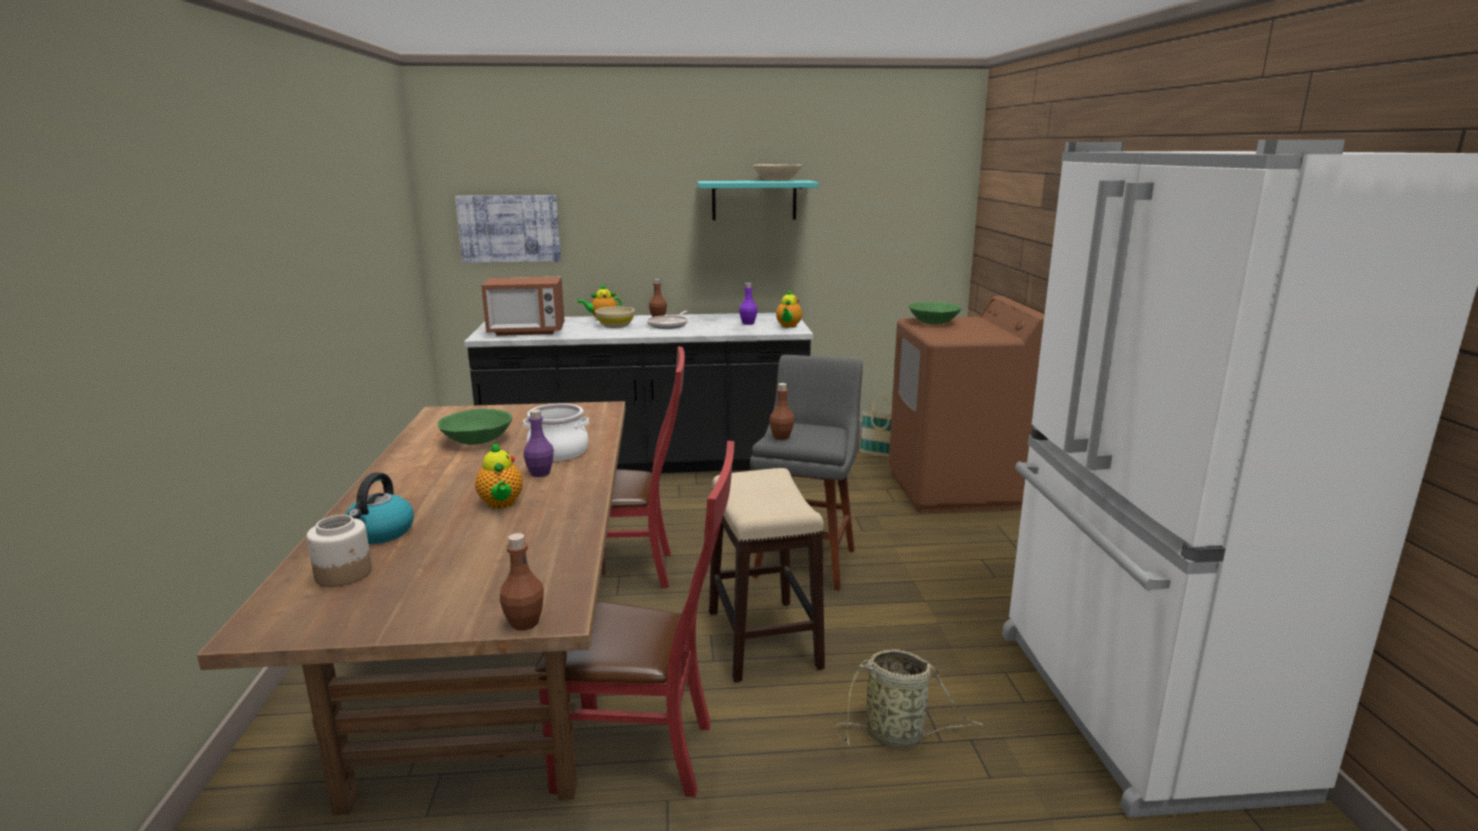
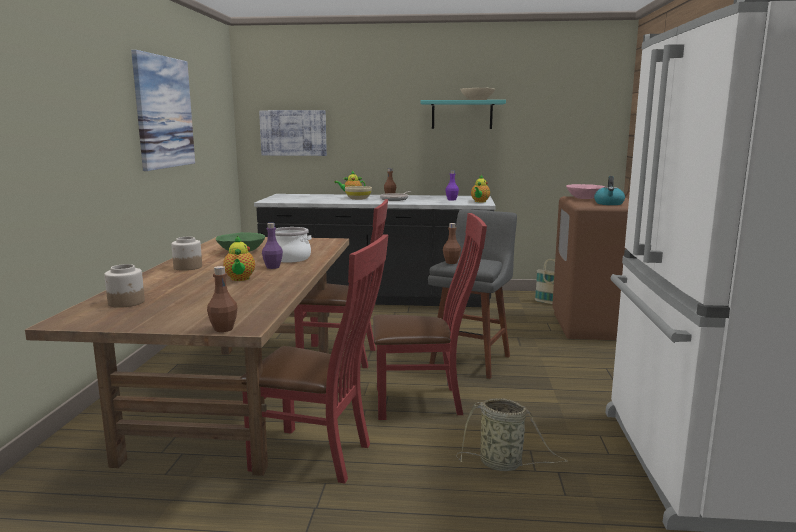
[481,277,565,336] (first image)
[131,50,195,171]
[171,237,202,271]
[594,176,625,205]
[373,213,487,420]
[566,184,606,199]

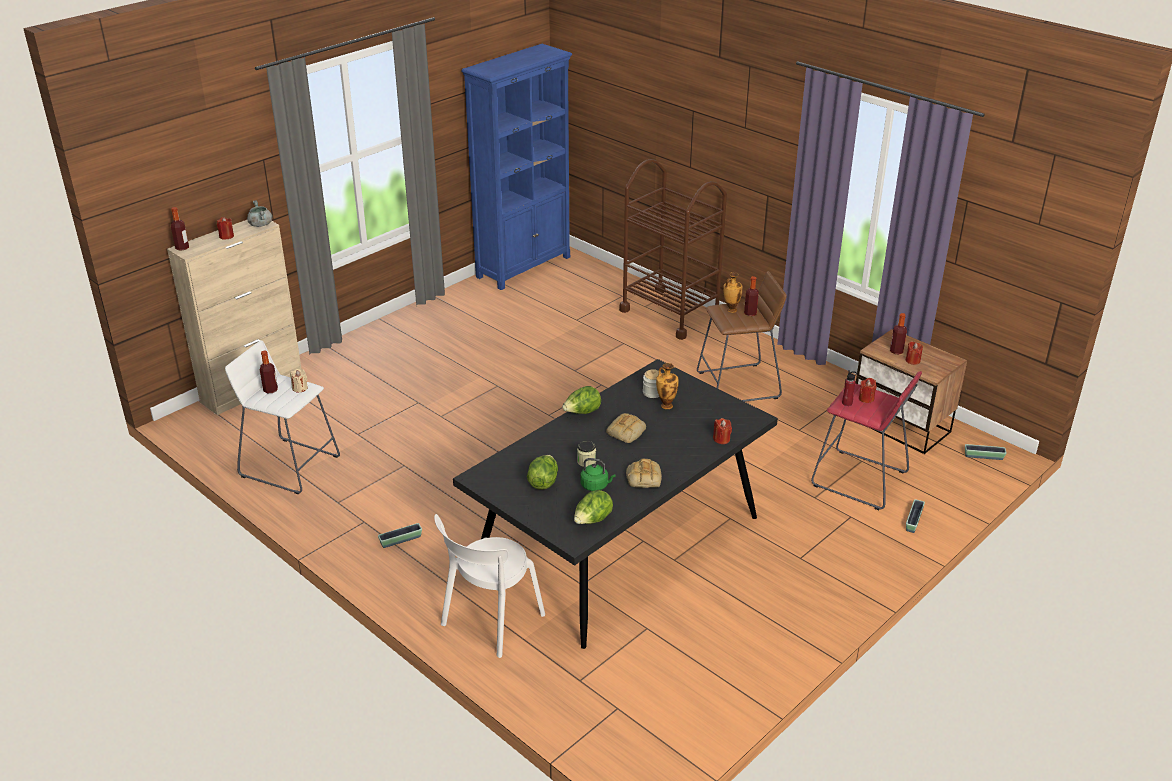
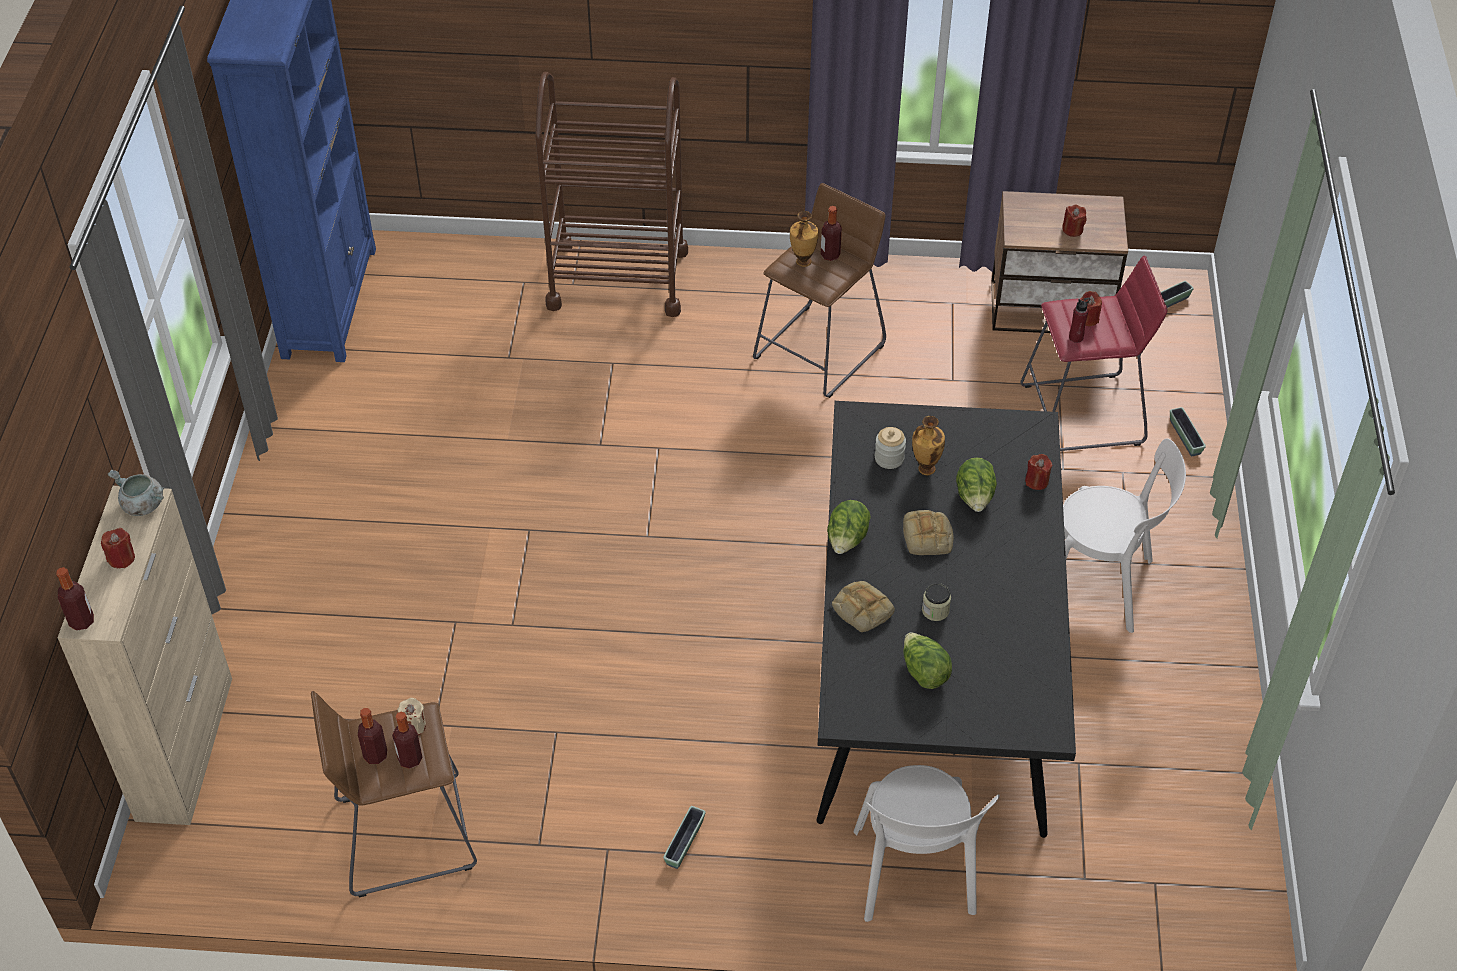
[580,458,616,491] (first image)
[1063,438,1186,633]
[956,458,997,512]
[832,581,895,632]
[392,712,422,769]
[311,691,477,897]

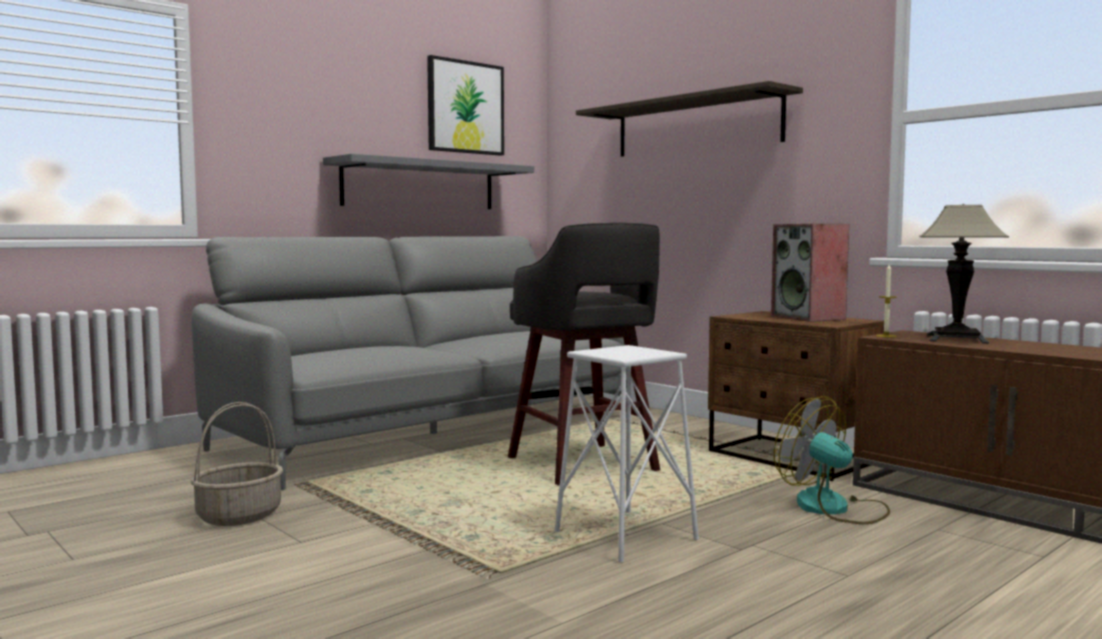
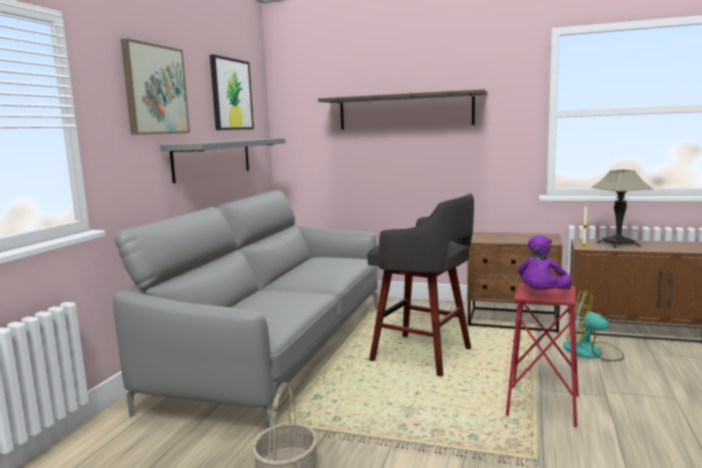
[771,224,849,322] (first image)
[121,38,190,135]
[518,235,571,290]
[506,283,579,428]

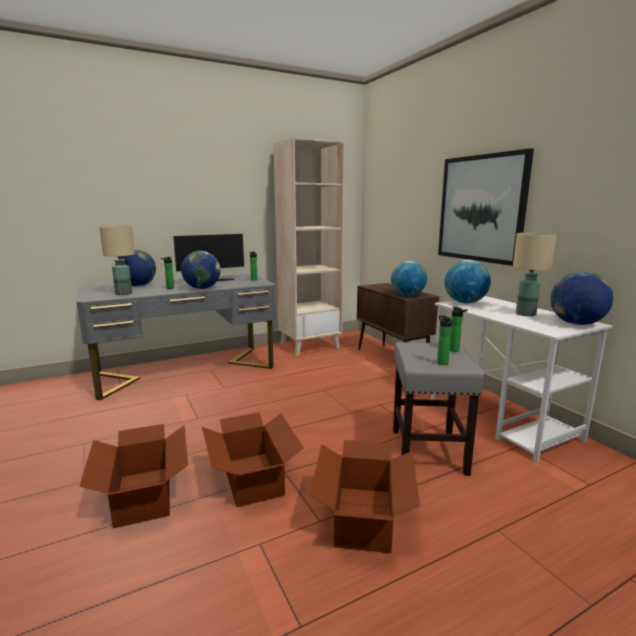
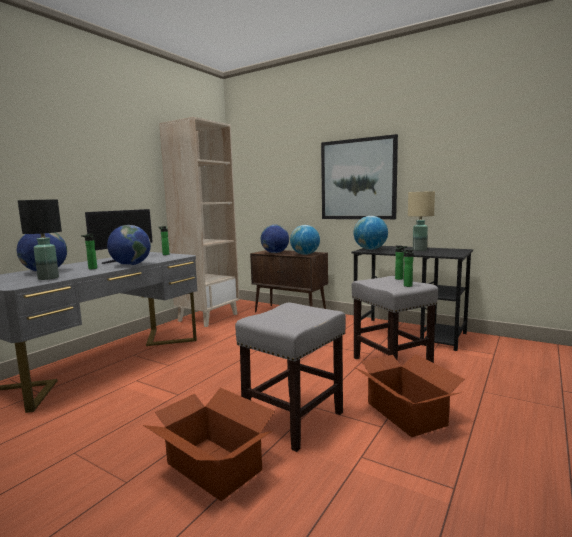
[261,225,289,253]
[235,303,346,452]
[18,199,62,280]
[351,246,473,351]

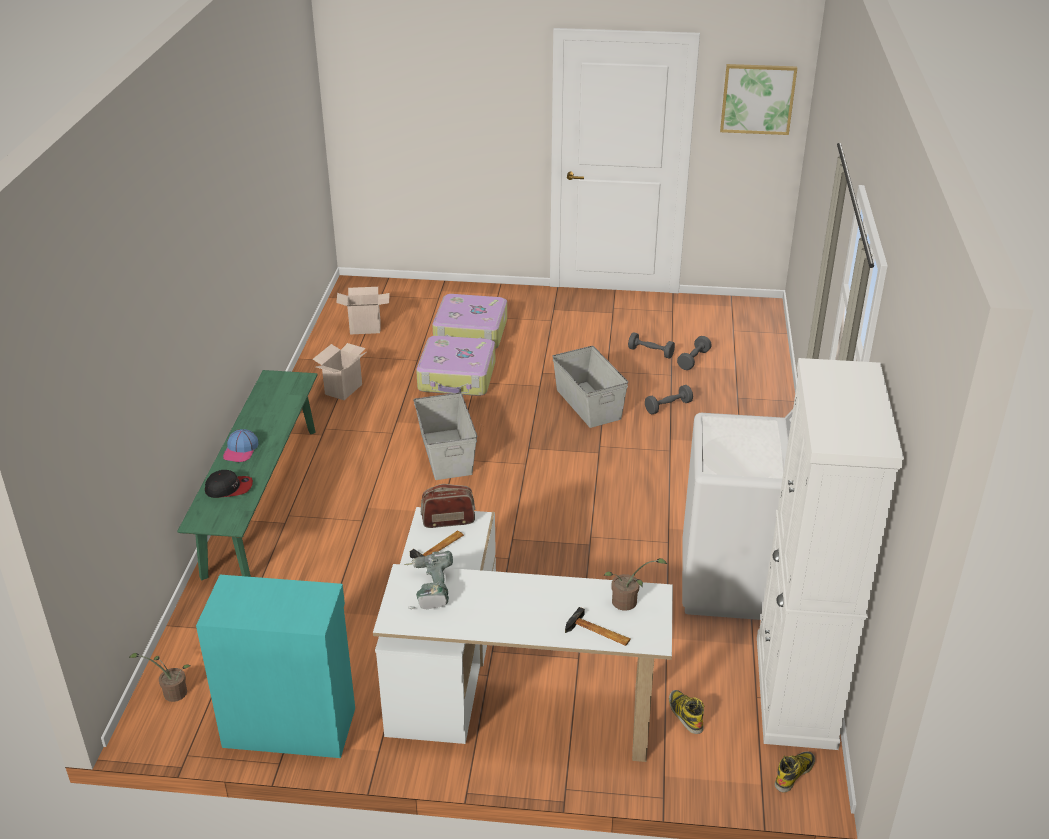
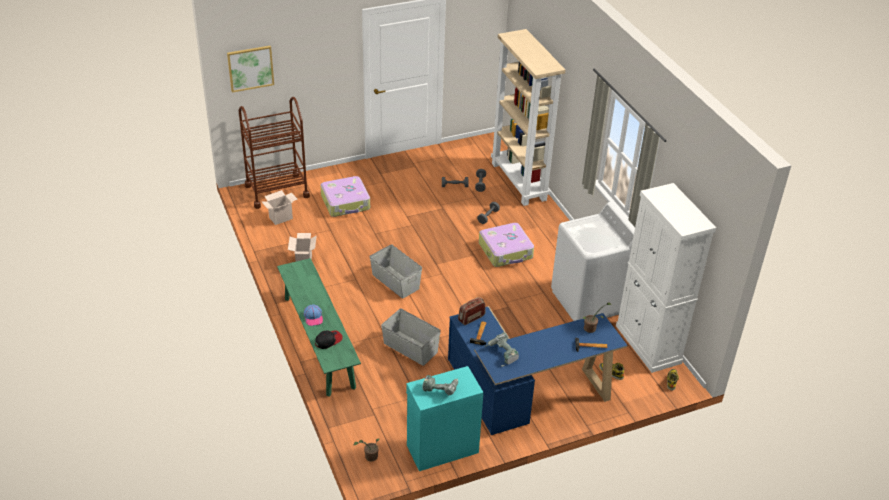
[239,97,310,209]
[422,375,458,395]
[491,29,565,206]
[479,223,534,267]
[381,308,441,366]
[227,46,274,93]
[448,306,628,435]

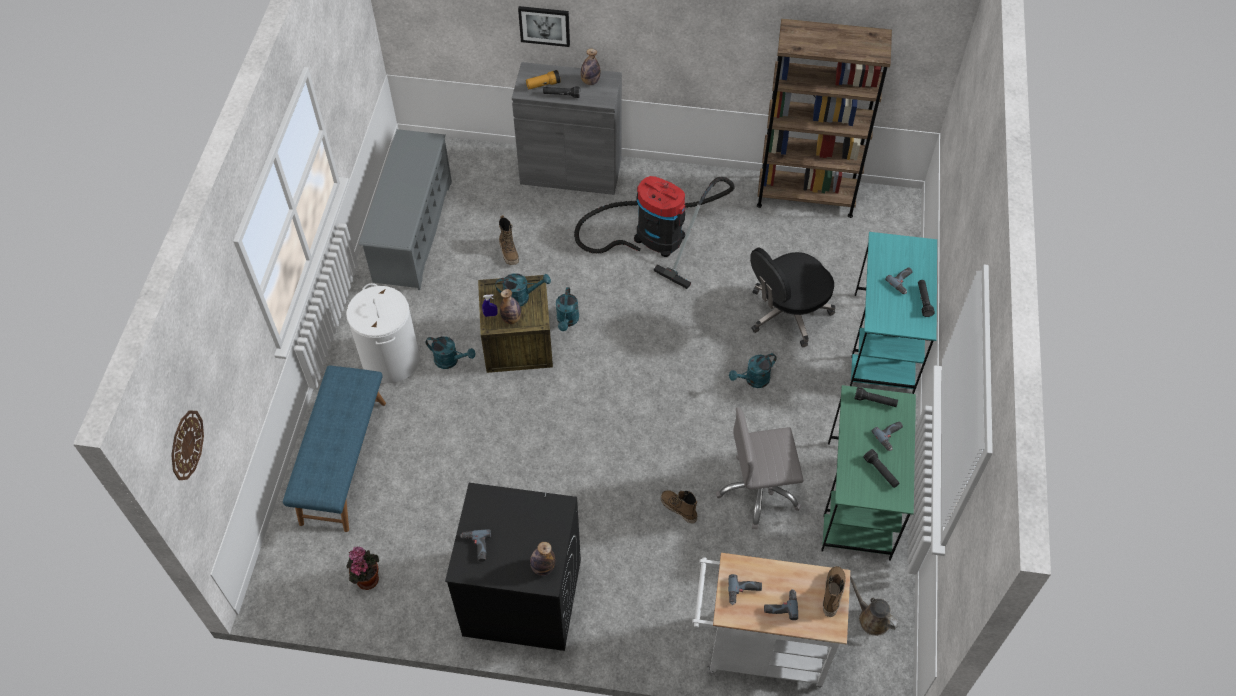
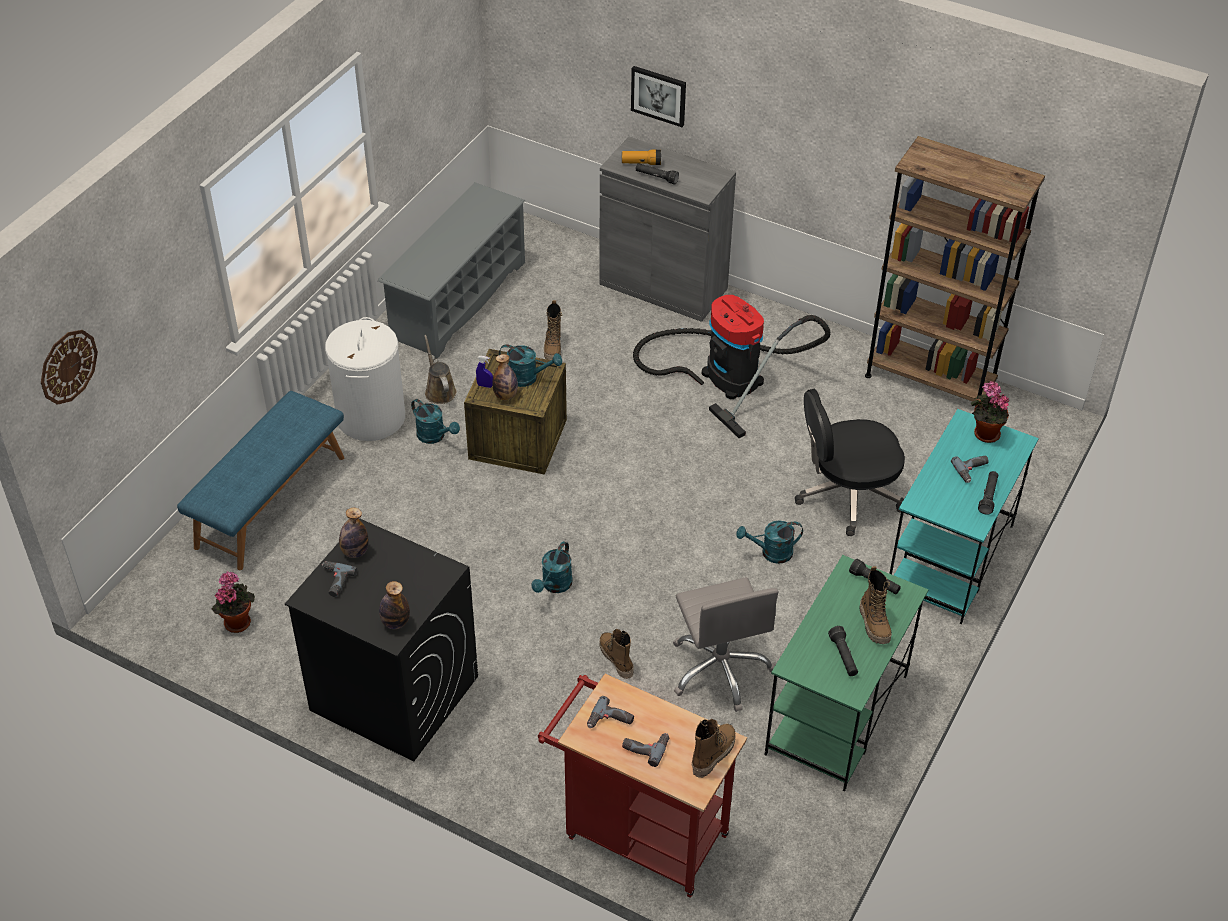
[971,381,1009,443]
[532,541,573,593]
[339,508,368,558]
[424,335,456,404]
[859,566,892,644]
[538,674,747,898]
[673,577,779,712]

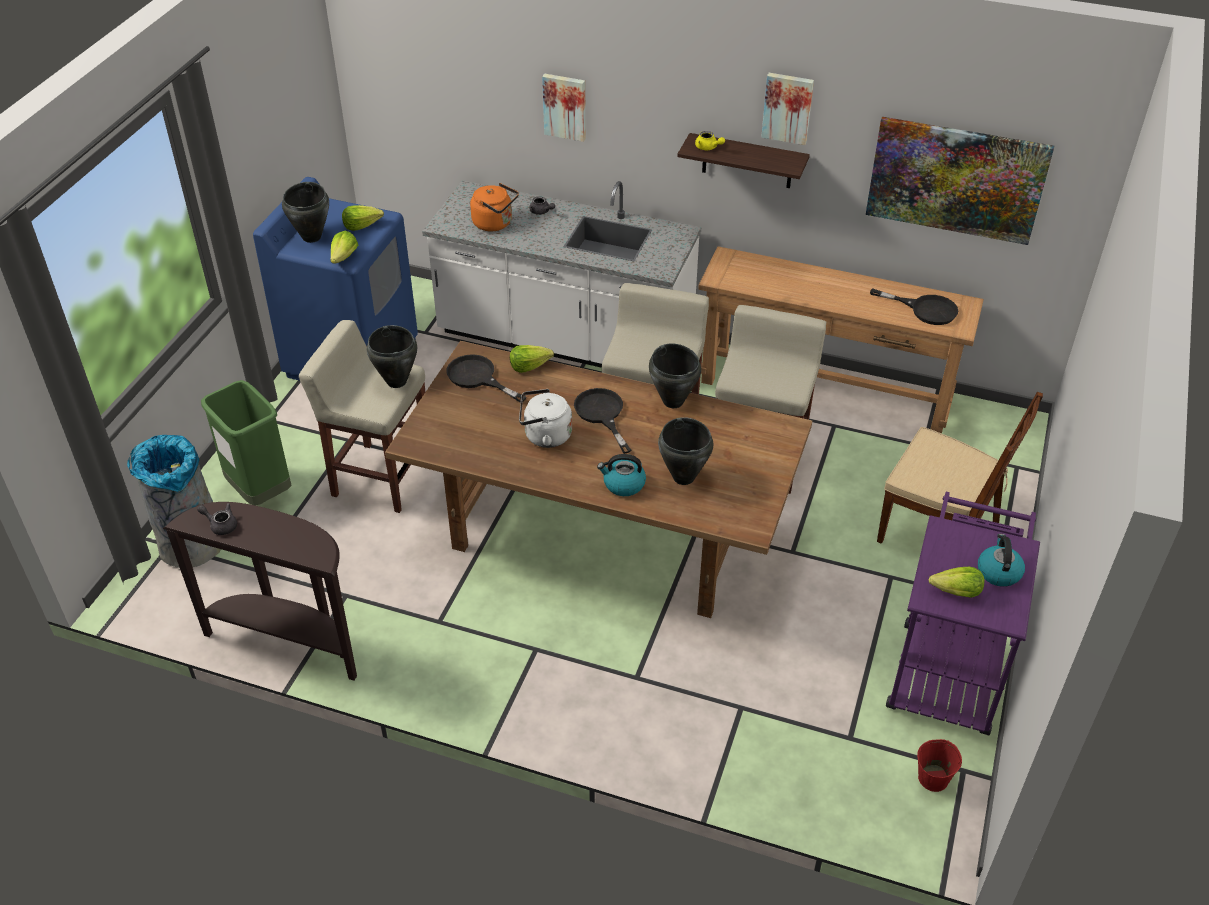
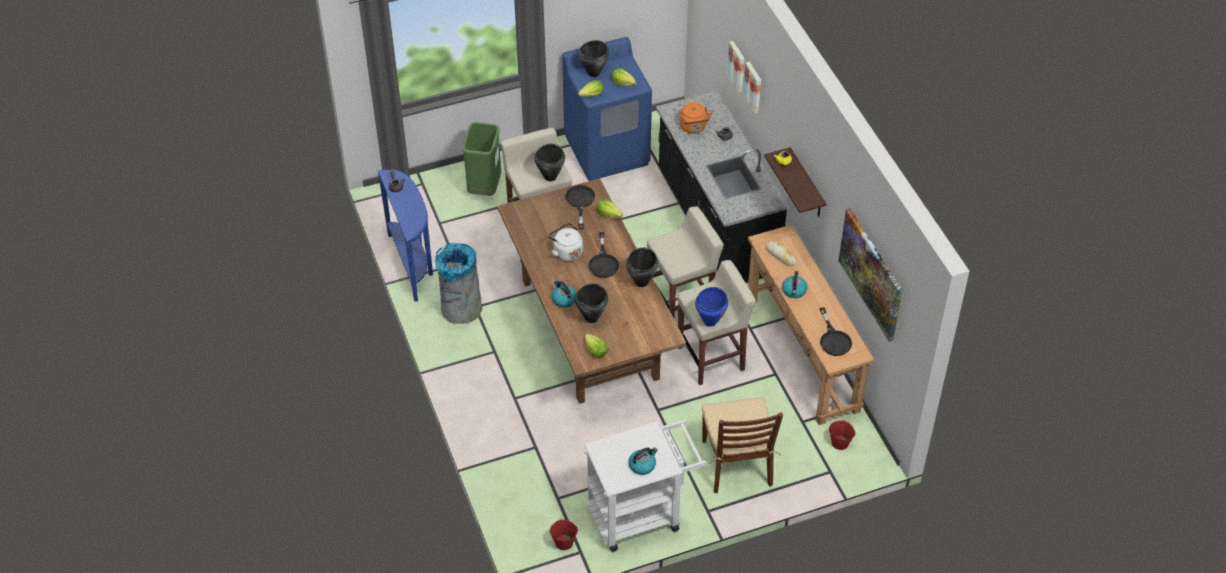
[695,287,728,327]
[766,241,797,266]
[782,271,807,298]
[829,420,856,450]
[435,243,482,324]
[727,41,745,92]
[585,334,608,358]
[378,170,433,302]
[656,91,788,283]
[584,420,707,552]
[588,232,619,278]

